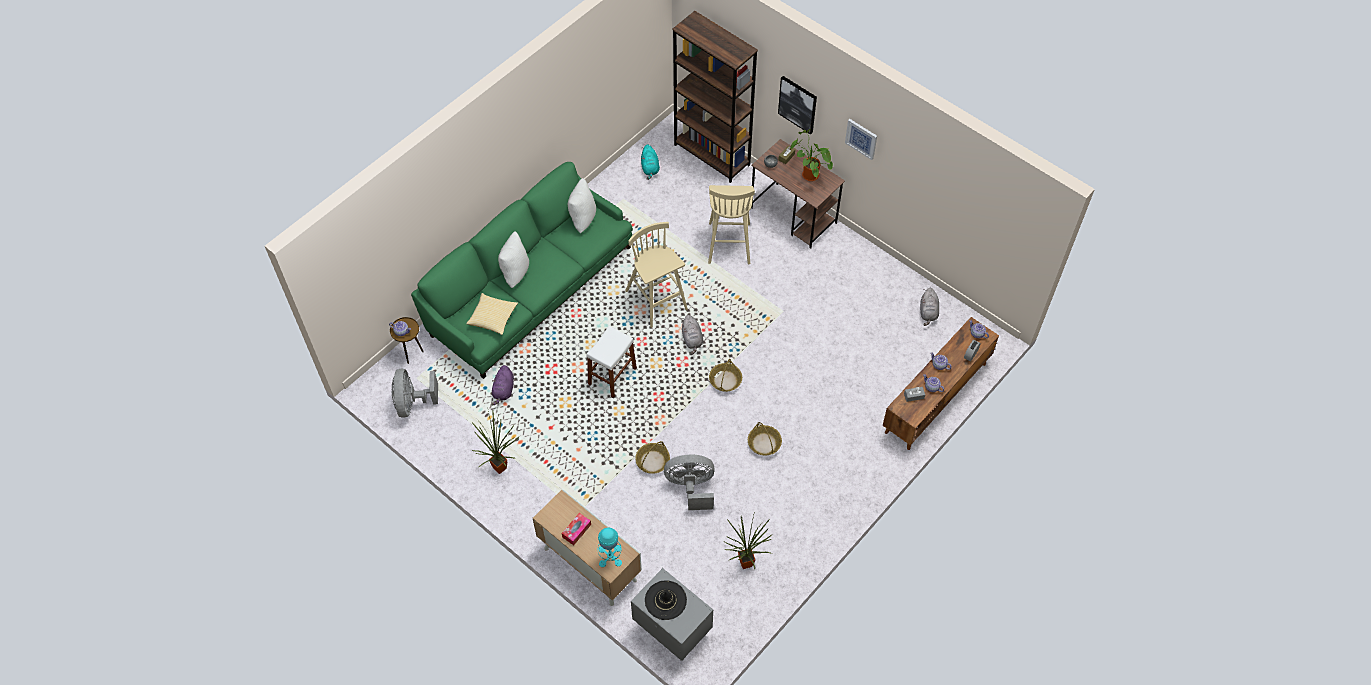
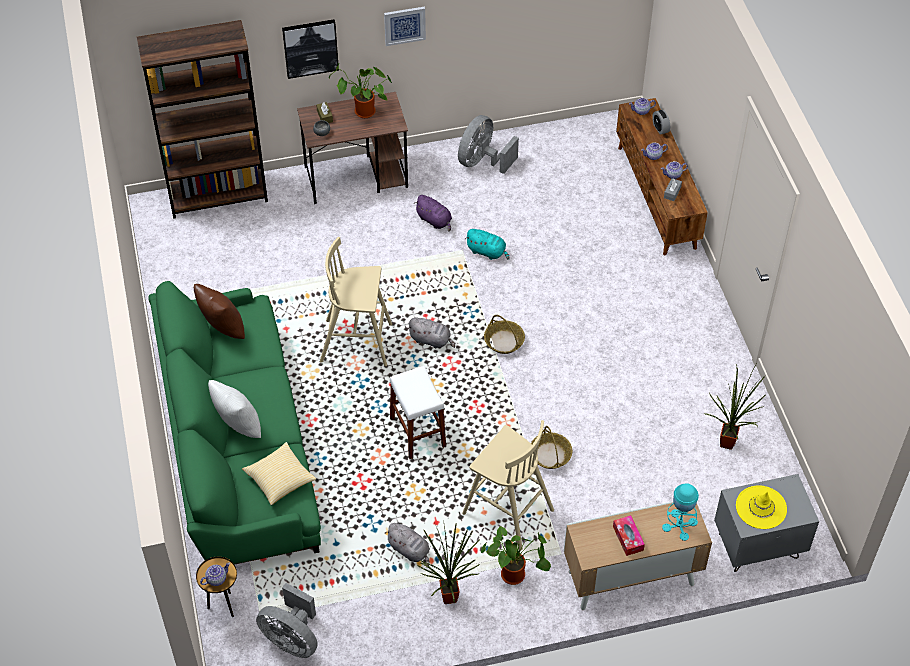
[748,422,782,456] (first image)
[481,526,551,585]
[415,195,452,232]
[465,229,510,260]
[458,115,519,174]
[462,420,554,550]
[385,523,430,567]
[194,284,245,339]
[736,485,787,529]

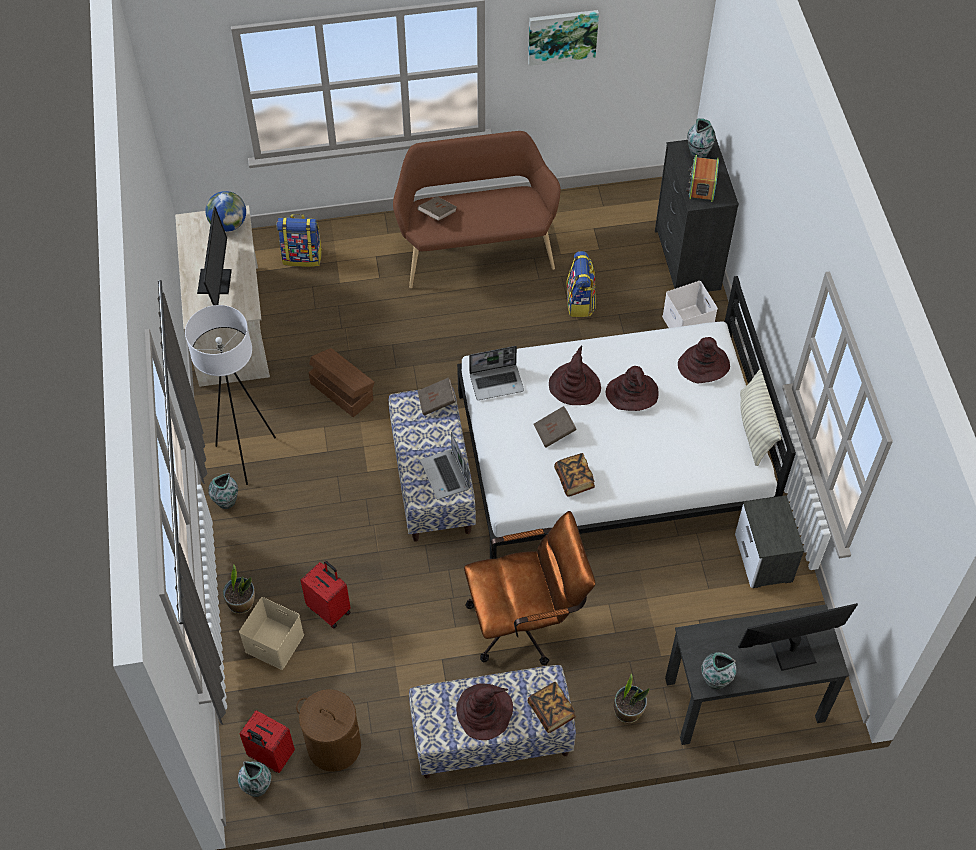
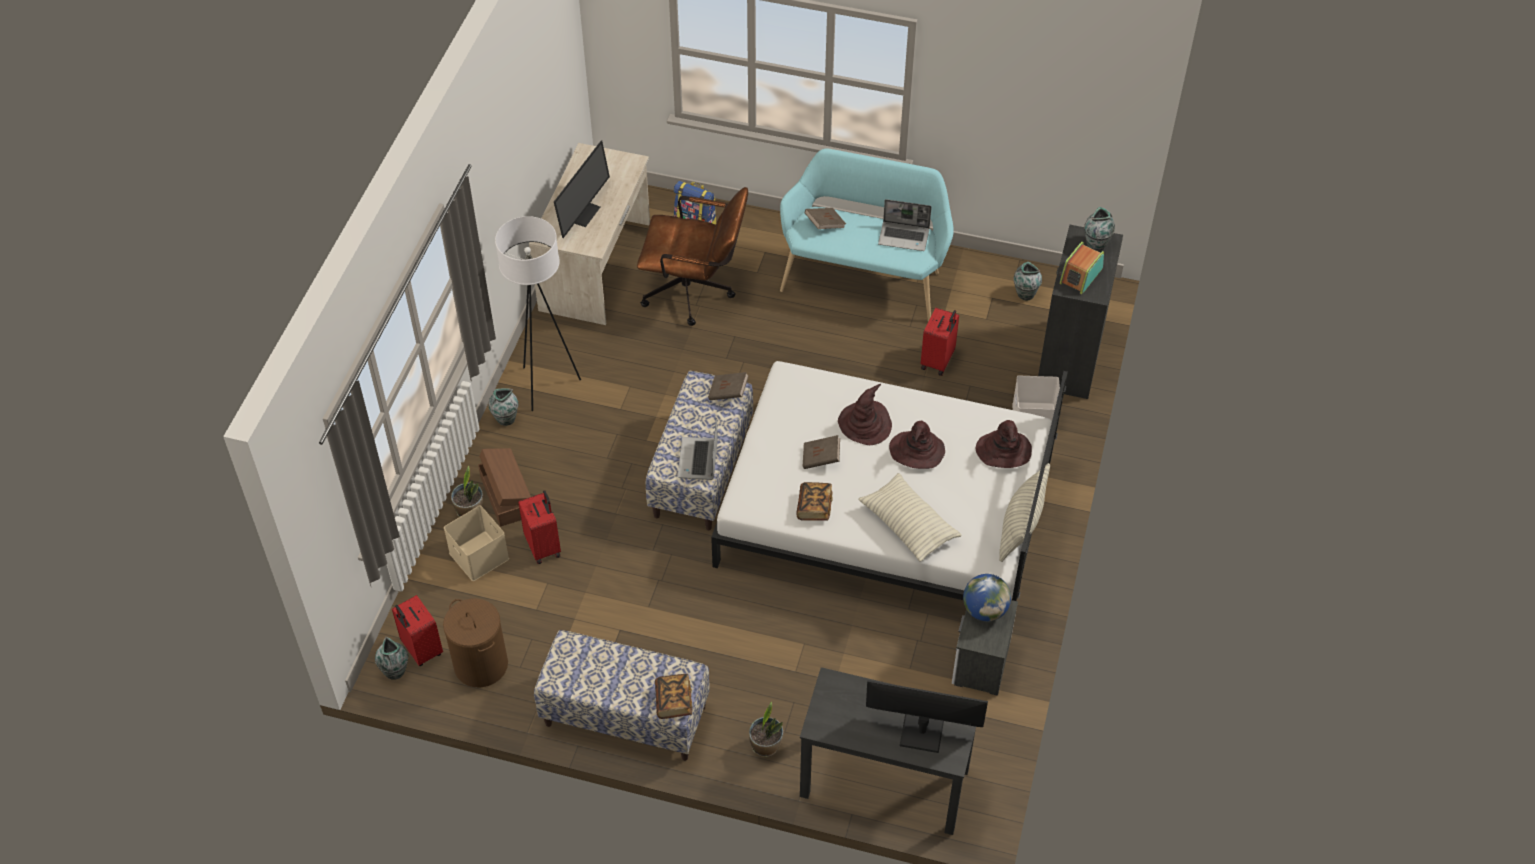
[456,683,513,740] (first image)
[528,10,599,66] (first image)
[858,473,961,562]
[963,574,1011,621]
[478,448,531,527]
[637,187,748,326]
[878,199,932,251]
[1013,262,1042,301]
[921,308,959,376]
[780,149,954,321]

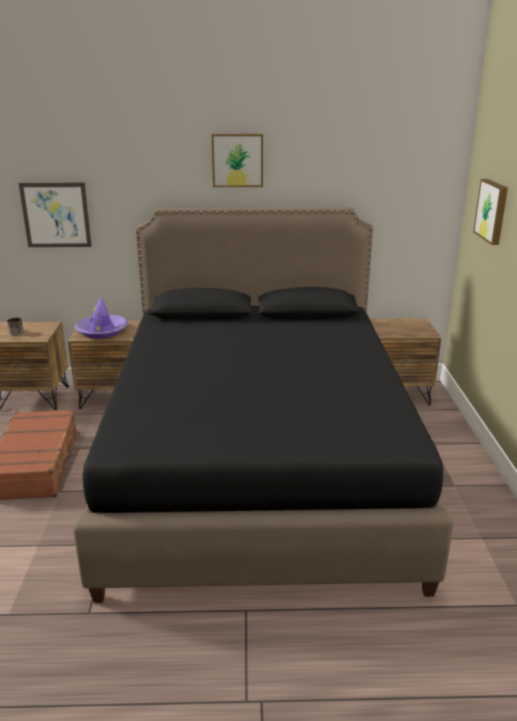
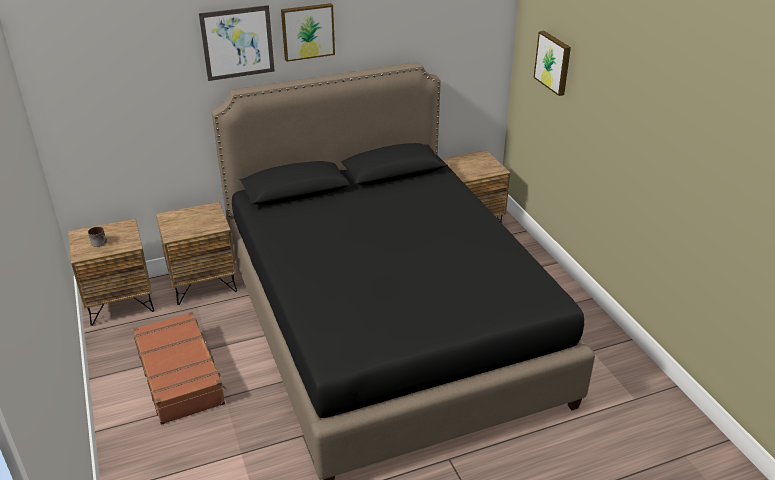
[75,297,128,338] (first image)
[199,5,275,81]

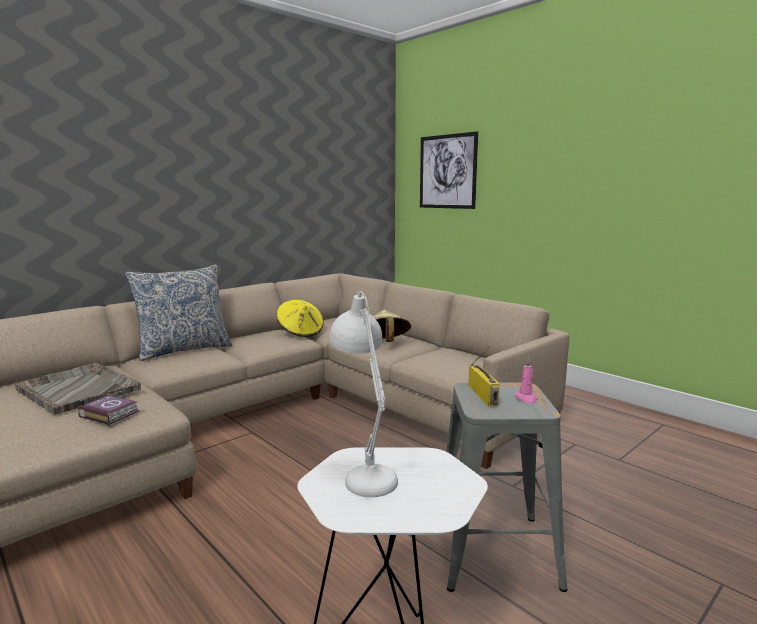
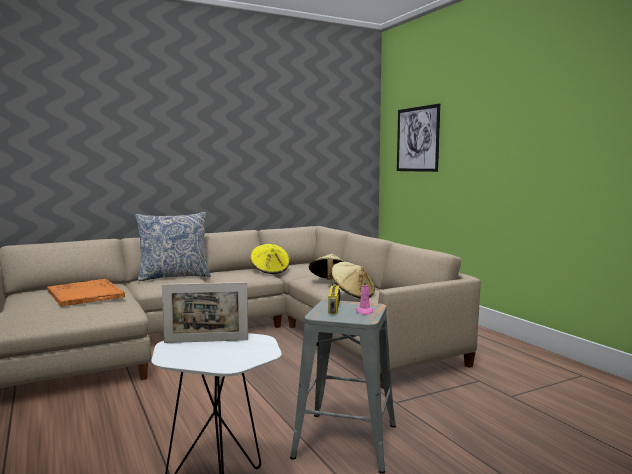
[78,395,139,425] (first image)
[331,262,375,299]
[162,282,248,343]
[47,279,125,306]

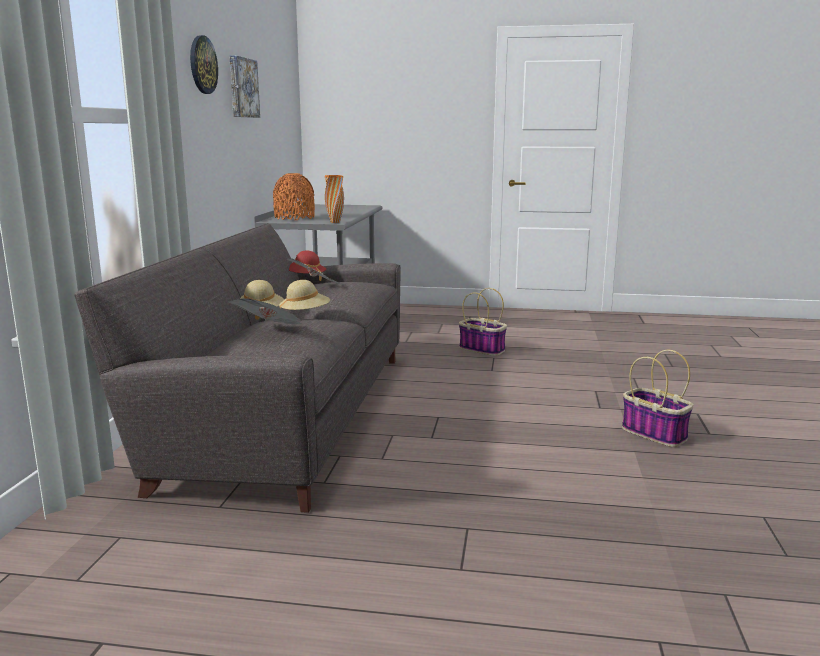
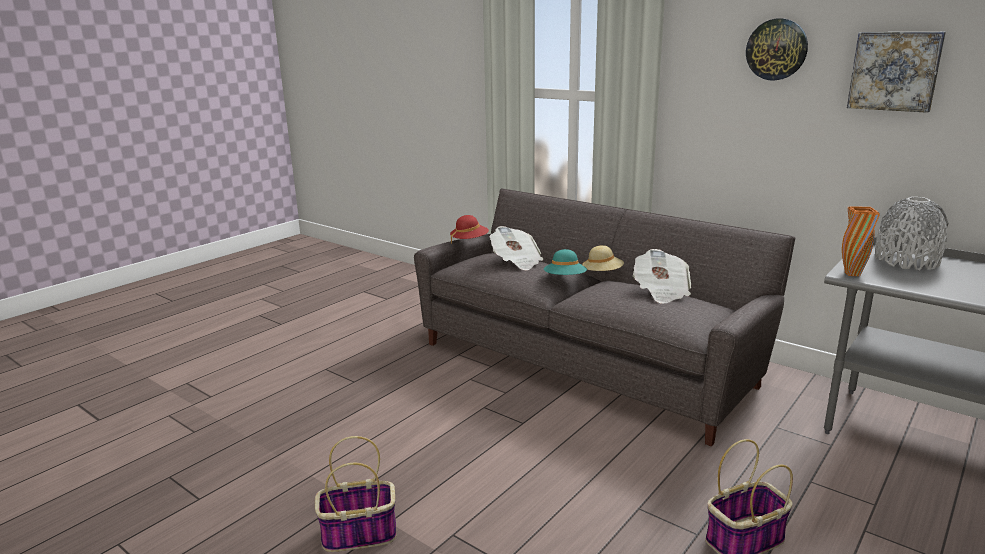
[450,215,489,244]
[875,197,948,270]
[544,249,587,275]

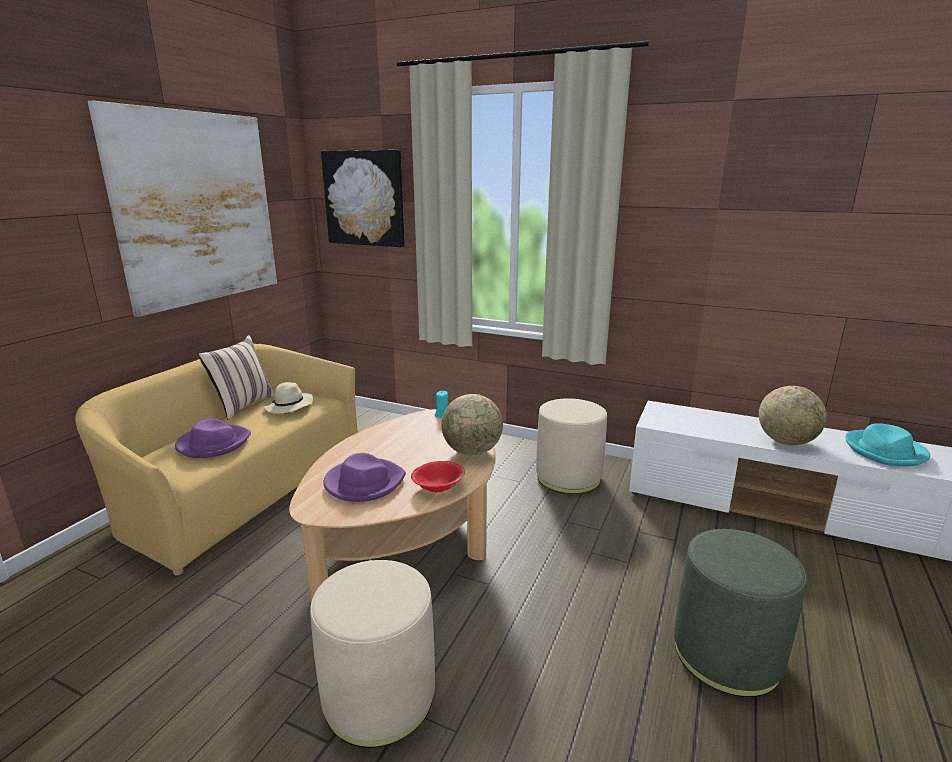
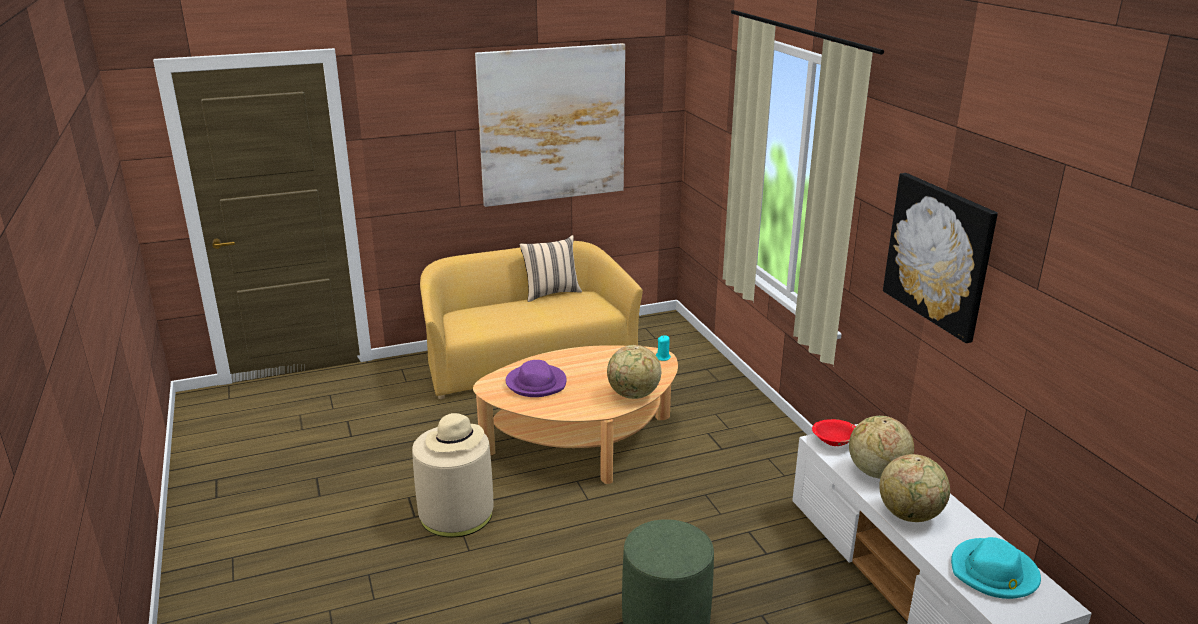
[175,419,251,458] (first image)
[536,398,607,494] (first image)
[849,416,914,479]
[425,413,484,452]
[883,173,998,343]
[812,419,856,446]

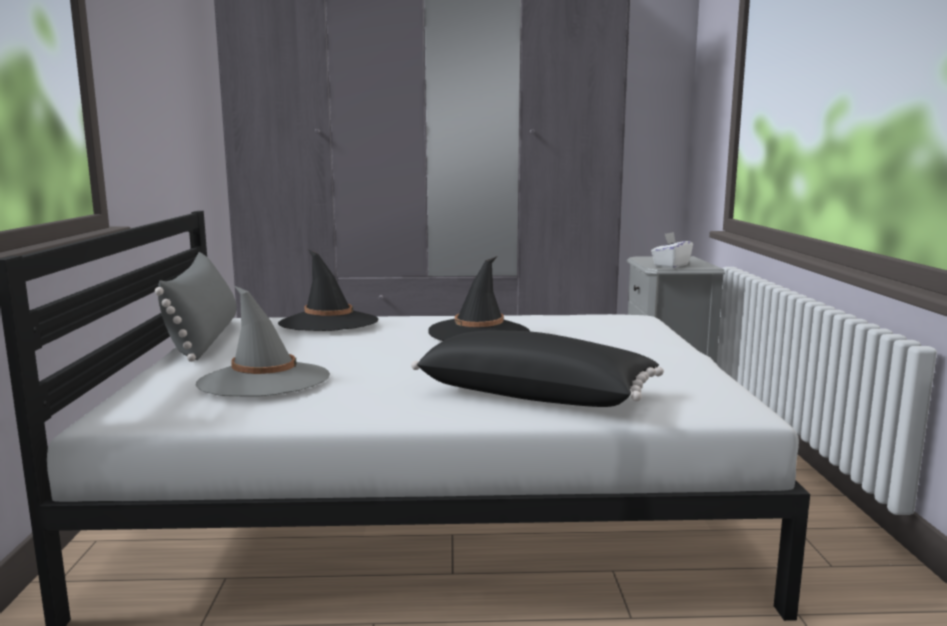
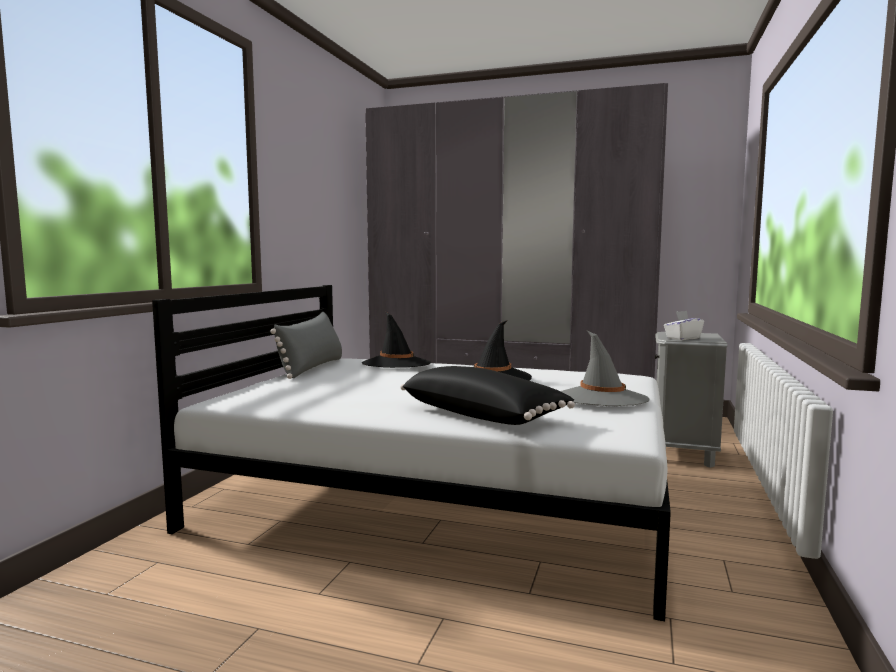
[561,331,650,406]

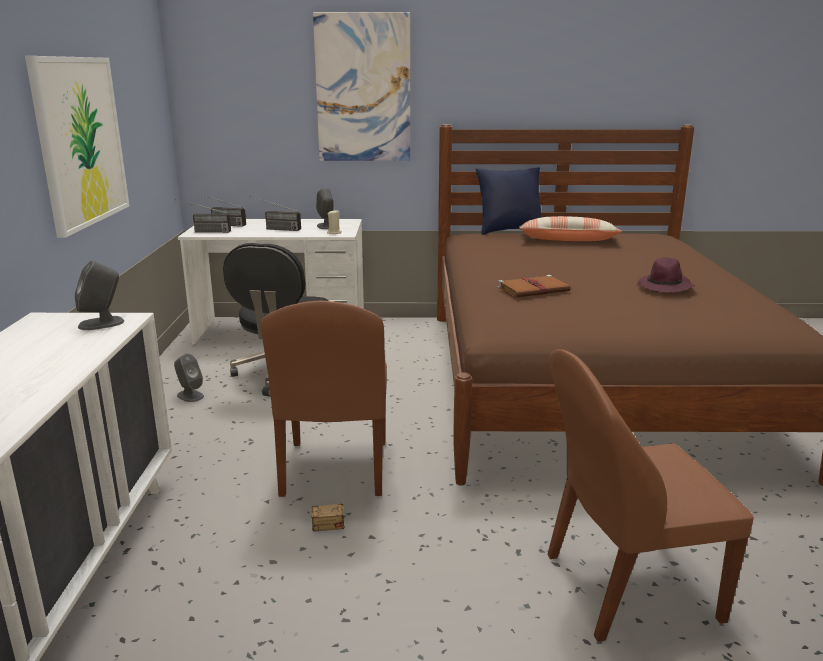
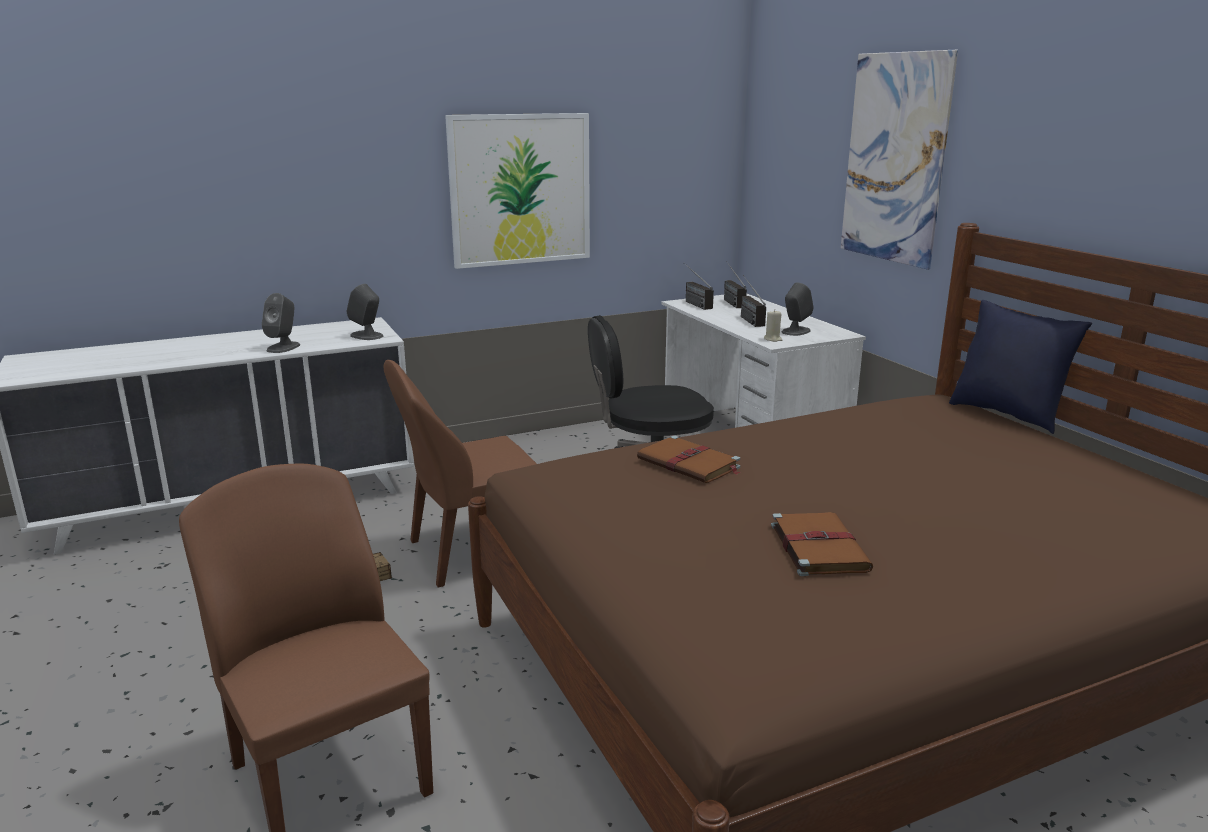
[519,216,622,241] (first image)
[262,293,300,353]
[771,512,873,576]

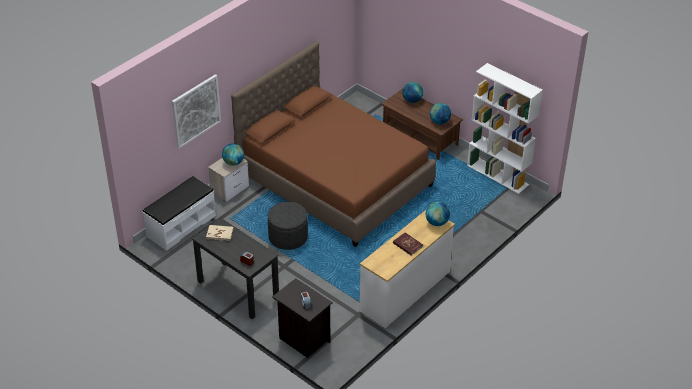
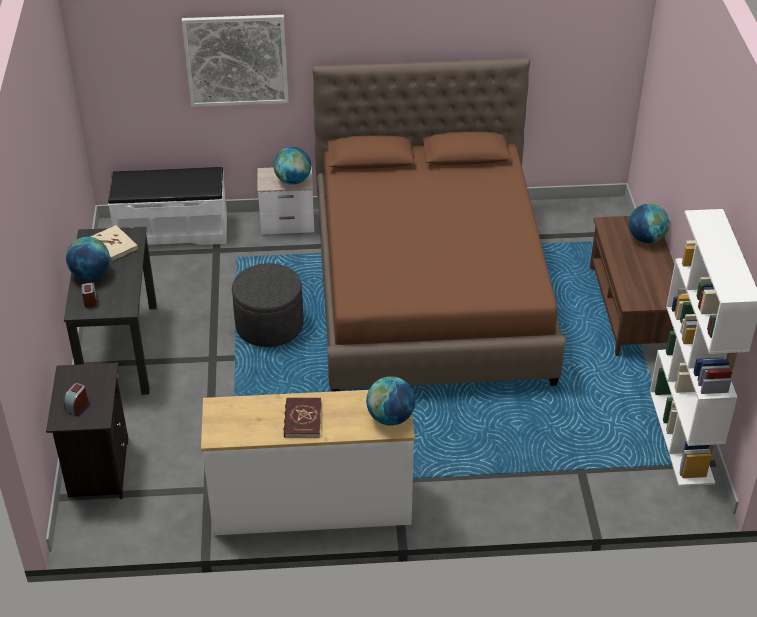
[66,237,110,280]

